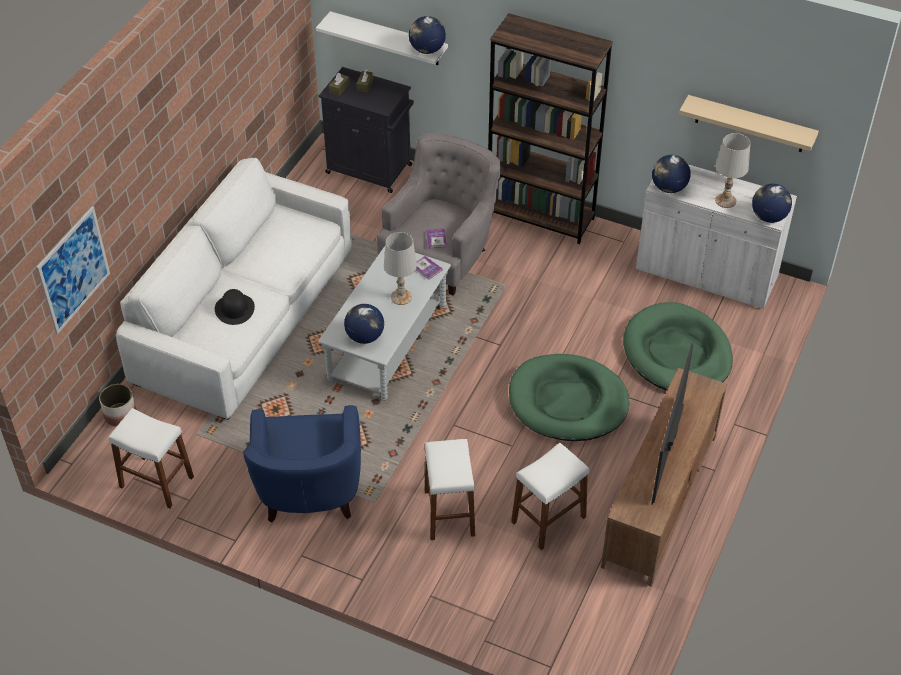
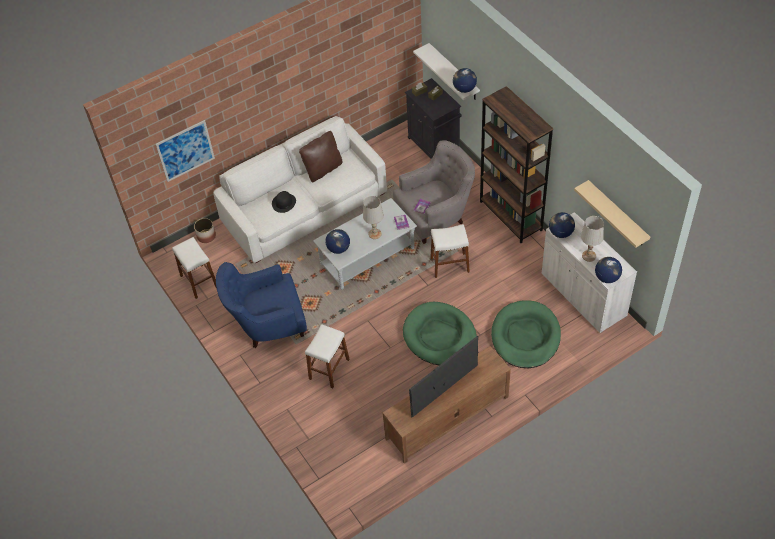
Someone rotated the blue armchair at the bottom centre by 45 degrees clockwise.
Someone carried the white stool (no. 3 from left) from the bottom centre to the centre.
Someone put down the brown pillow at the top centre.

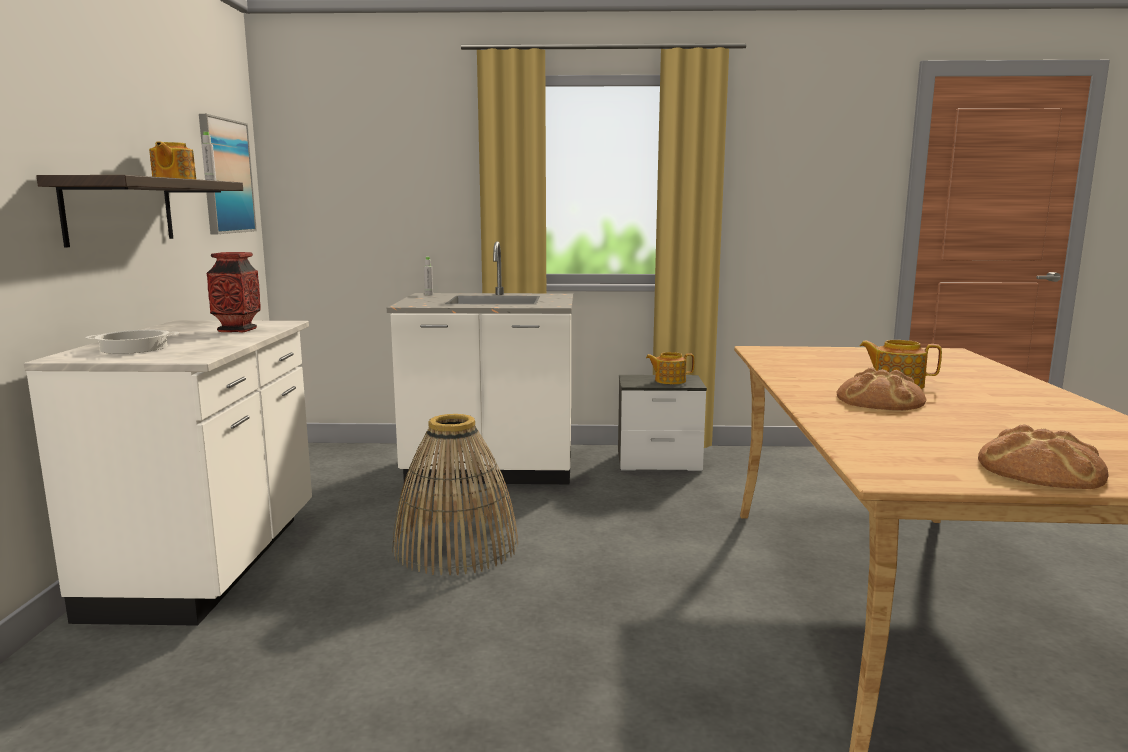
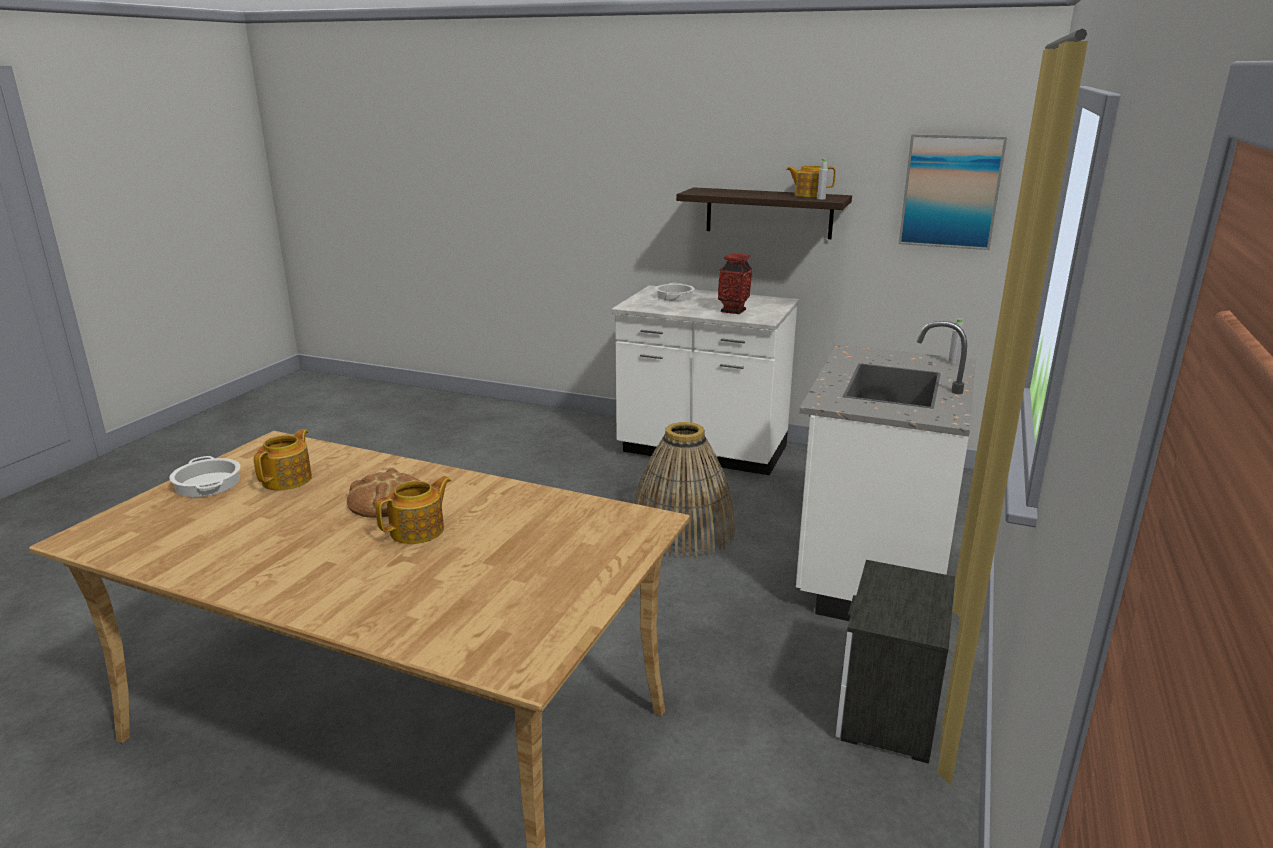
Someone carried the teapot (no. 2 from left in the first image) from the centre to the middle left.
Someone swapped the bread (no. 2 from left) at the middle right for the cooking pot (no. 1 from left) at the middle left.

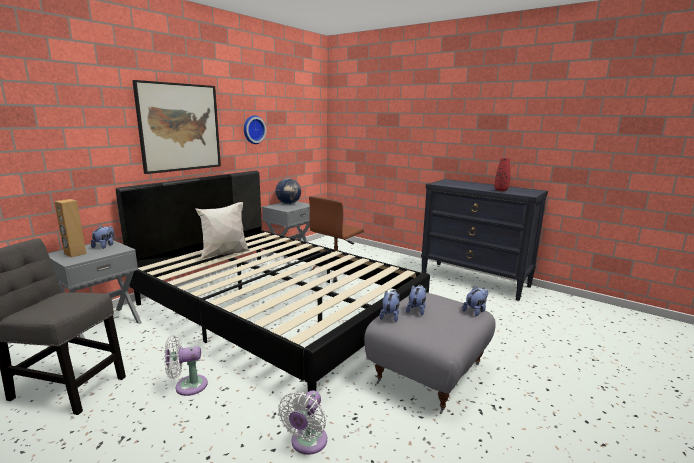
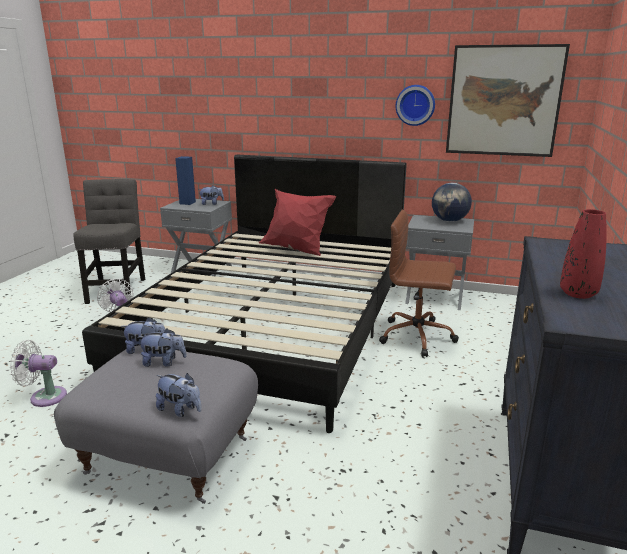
Someone repainted the brown speaker at the middle left, which became the blue speaker at the top left.
Someone carried the picture from the top left to the top right.
Someone repainted the white pillow at the middle left, which became the red pillow at the centre.

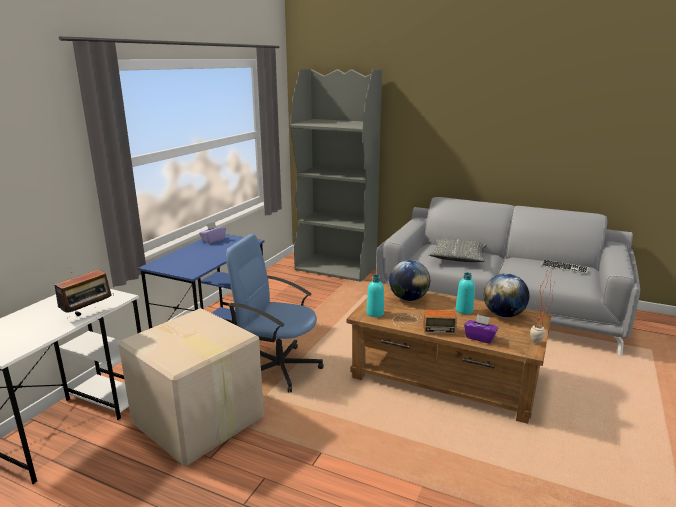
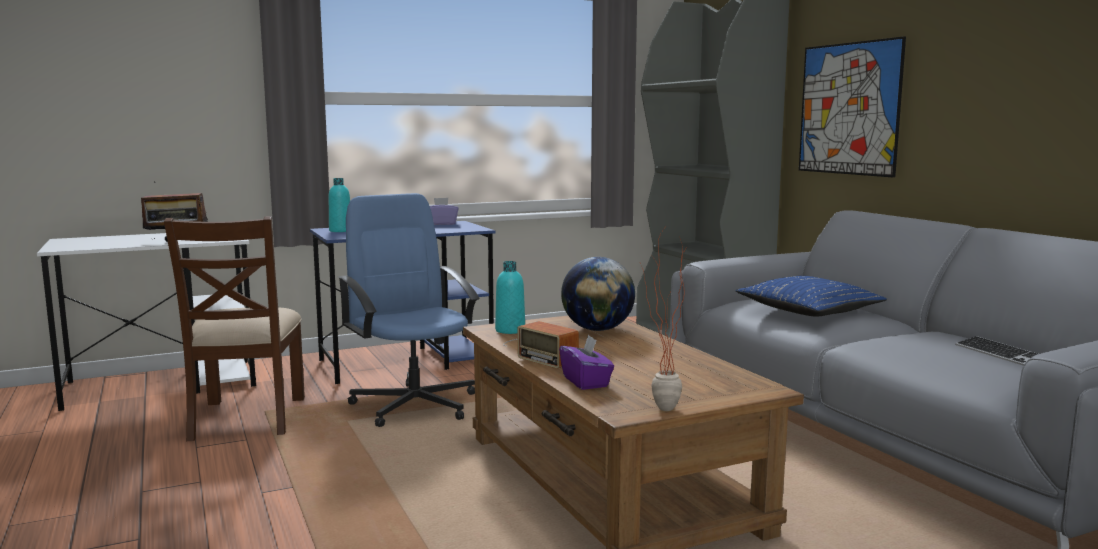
Someone swapped the cardboard box at the bottom left for the brown chair at the middle left.
Someone repainted the grey pillow at the middle right, which became the blue pillow at the middle right.
Someone carried the turquoise bottle (no. 2 from left in the first image) from the middle right to the middle left.
Someone took away the globe (no. 2 from left) at the middle right.
Someone put up the picture at the top right.

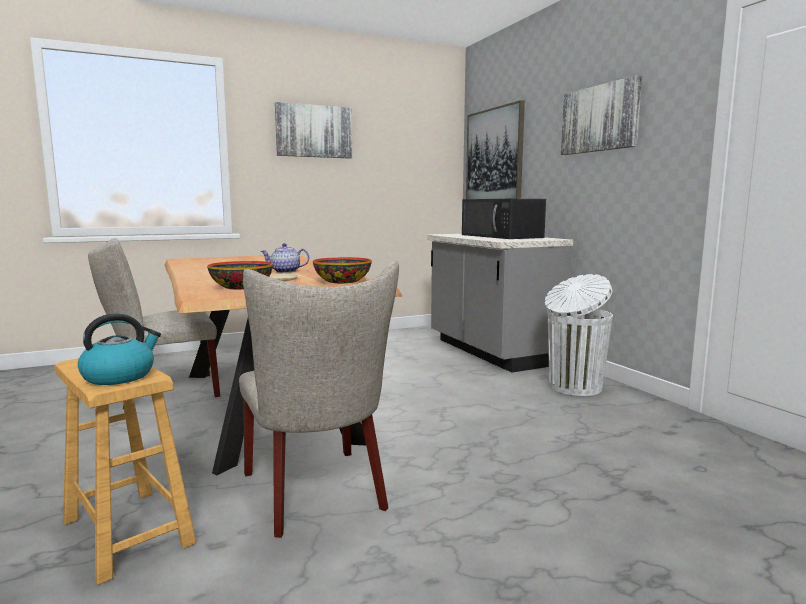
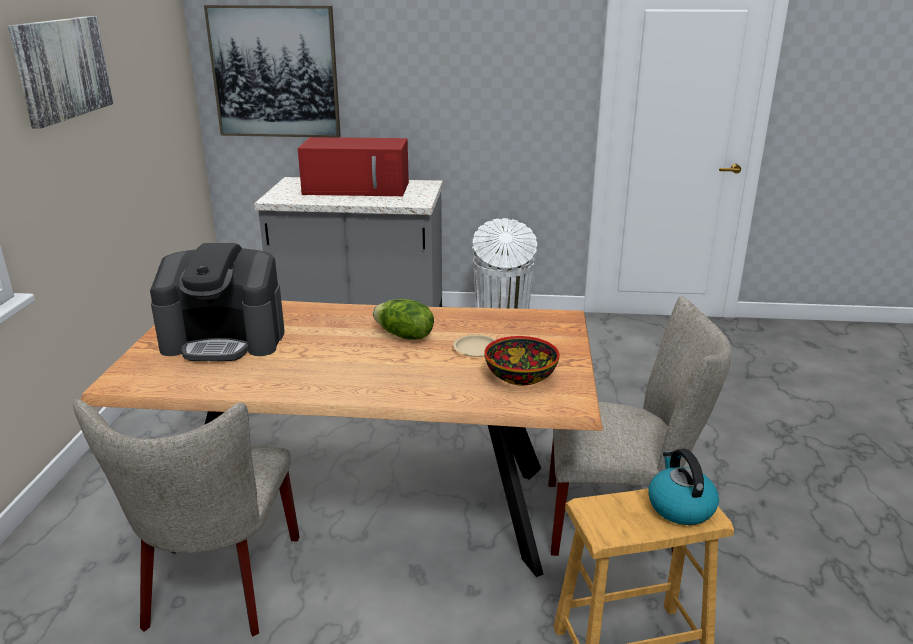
Someone swapped the teapot at the centre for the lettuce at the centre.
Someone took away the bowl (no. 2 from left) at the centre.
Someone repainted the black microwave at the centre, which became the red microwave at the top centre.
Someone took away the picture (no. 3 from left) at the top right.
Someone put down the coffee machine at the middle left.

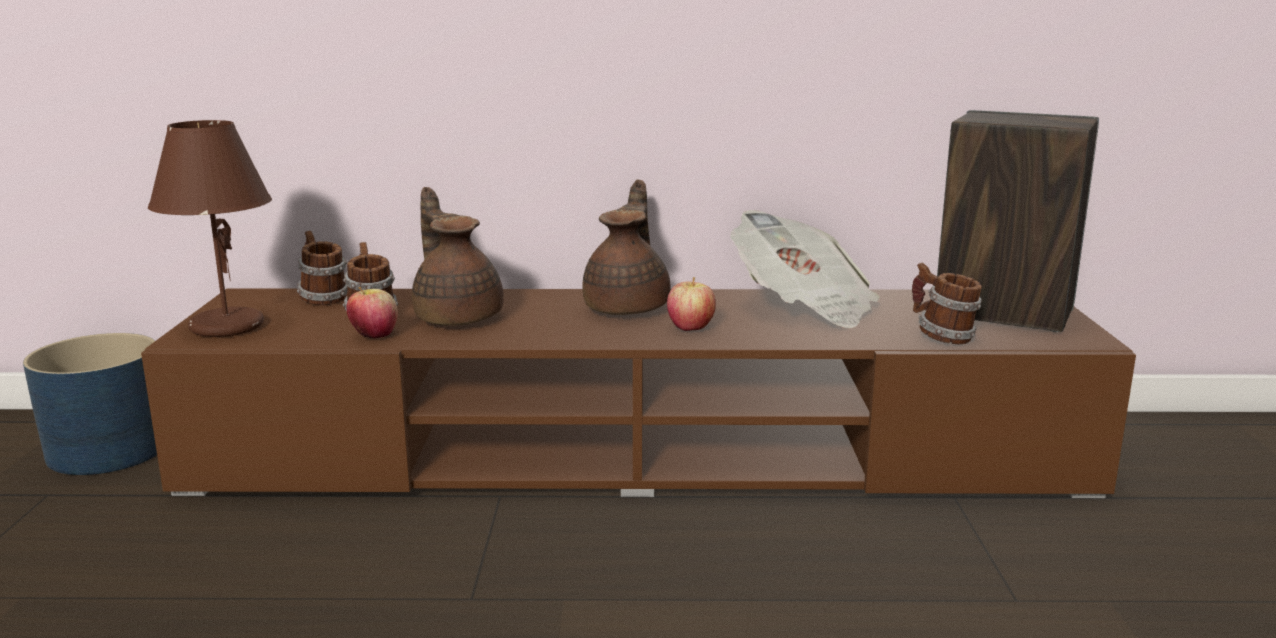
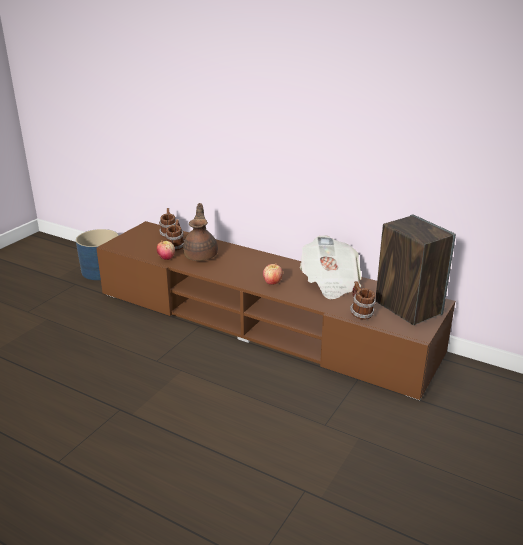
Someone took away the brown table lamp at the middle left.
Someone took away the brown teapot (no. 2 from left) at the centre.

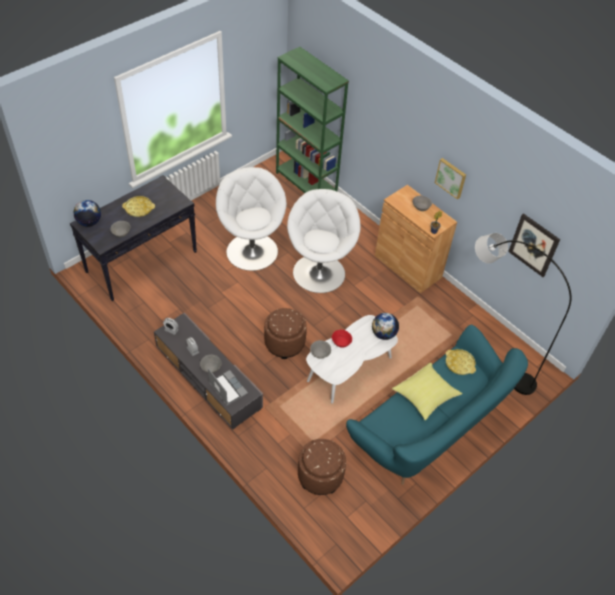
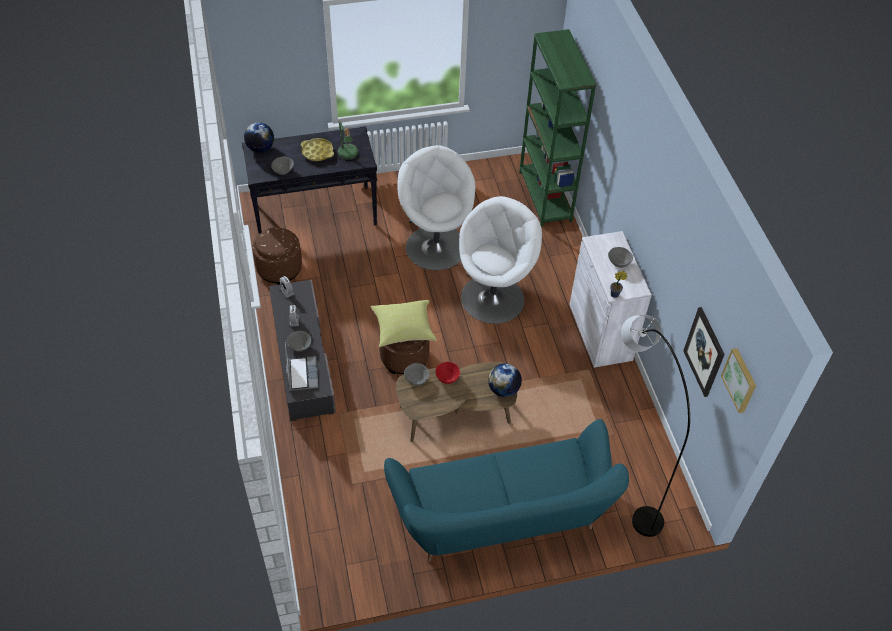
Someone rotated the white armchair (no. 1 from left) at the centre by 45 degrees counterclockwise.
Someone carried the brown ottoman (no. 2 from left in the first image) from the bottom centre to the middle left.
Someone repainted the white coffee table at the centre, which became the brown coffee table at the centre.
Someone repainted the brown cabinet at the middle right, which became the white cabinet at the middle right.
Someone carried the yellow pillow from the middle right to the centre.
Someone carried the picture (no. 1 from left in the first image) from the top right to the middle right.
Someone took away the yellow tray (no. 2 from left) at the middle right.
Someone put down the table lamp at the top centre.

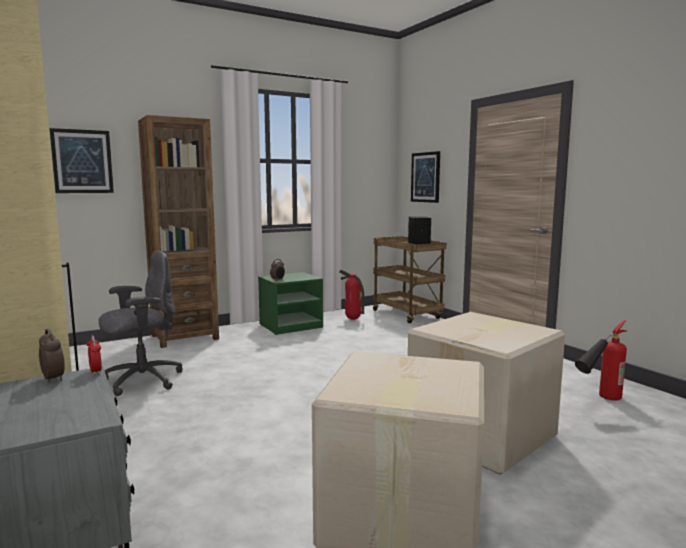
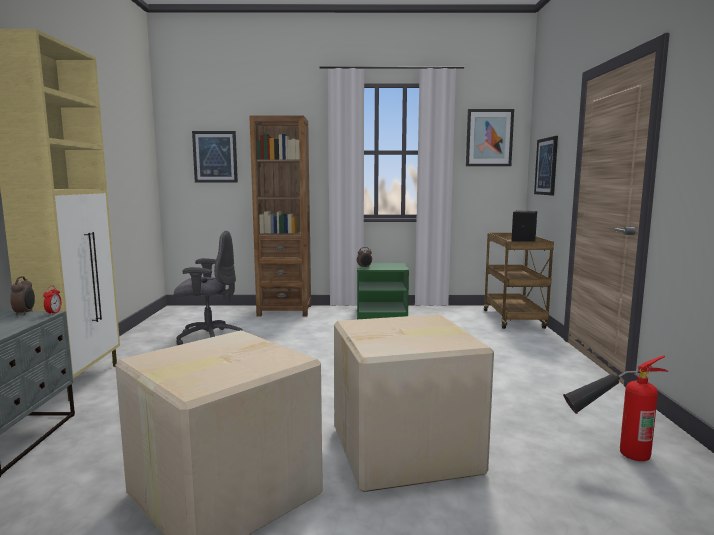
Someone took away the fire extinguisher (no. 1 from left) at the centre.
Someone put up the picture (no. 2 from left) at the top right.

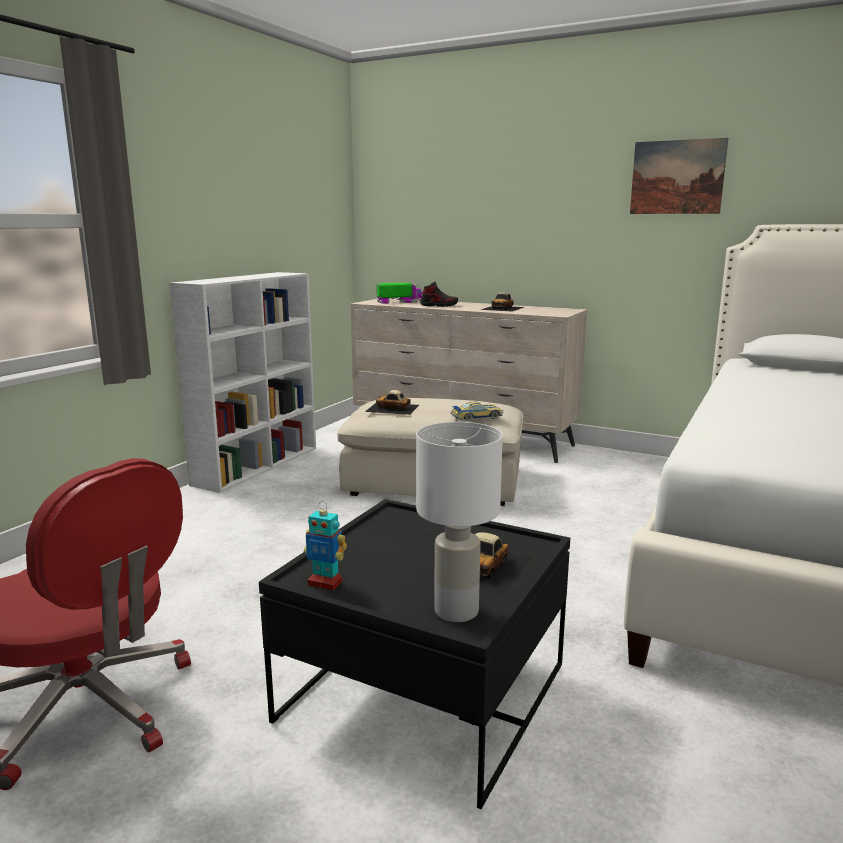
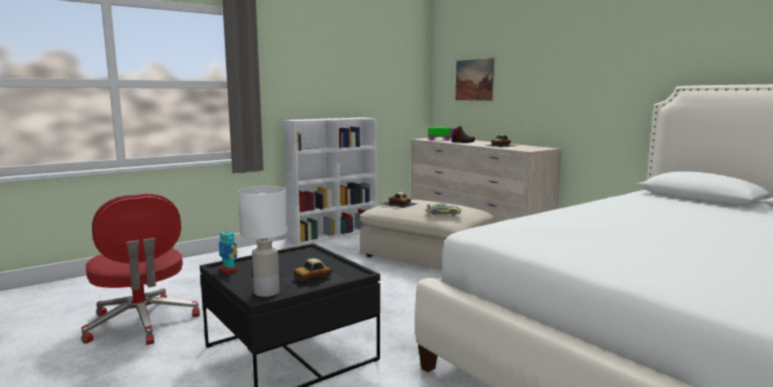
Someone carried the picture from the top right to the top centre.

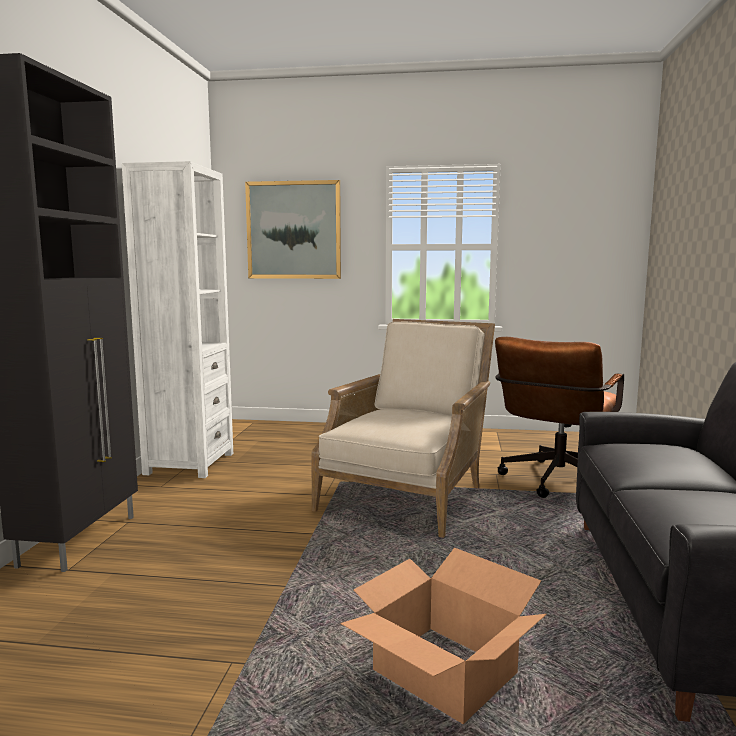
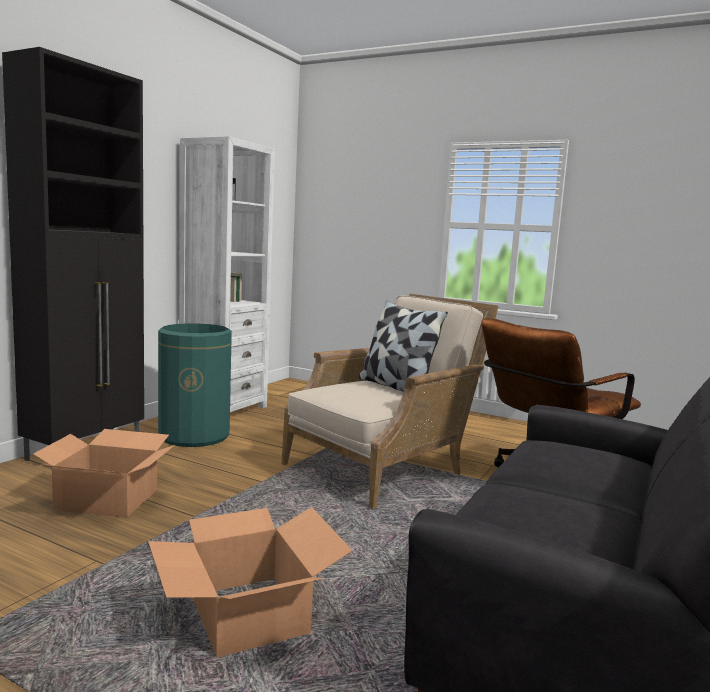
Someone took away the picture at the top centre.
Someone put down the cardboard box (no. 1 from left) at the bottom left.
Someone put down the green trash can at the middle left.
Someone put down the pillow at the centre.

